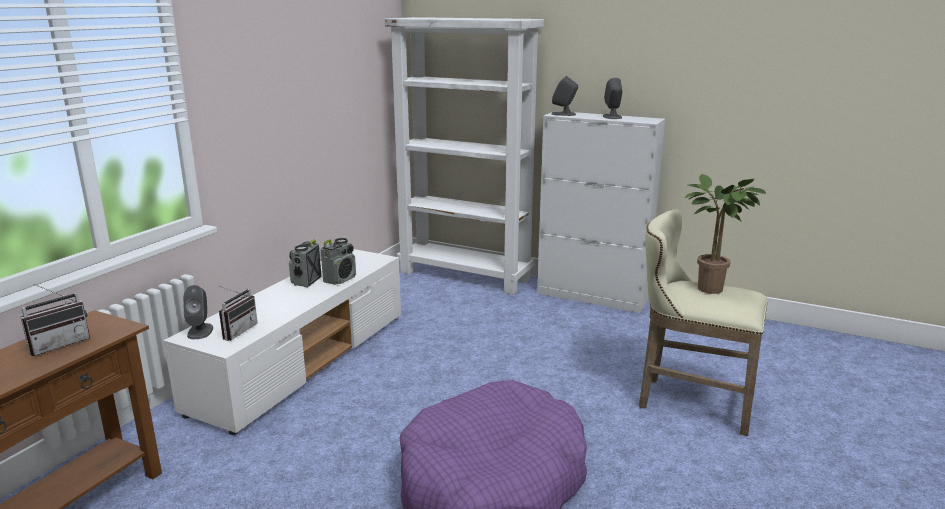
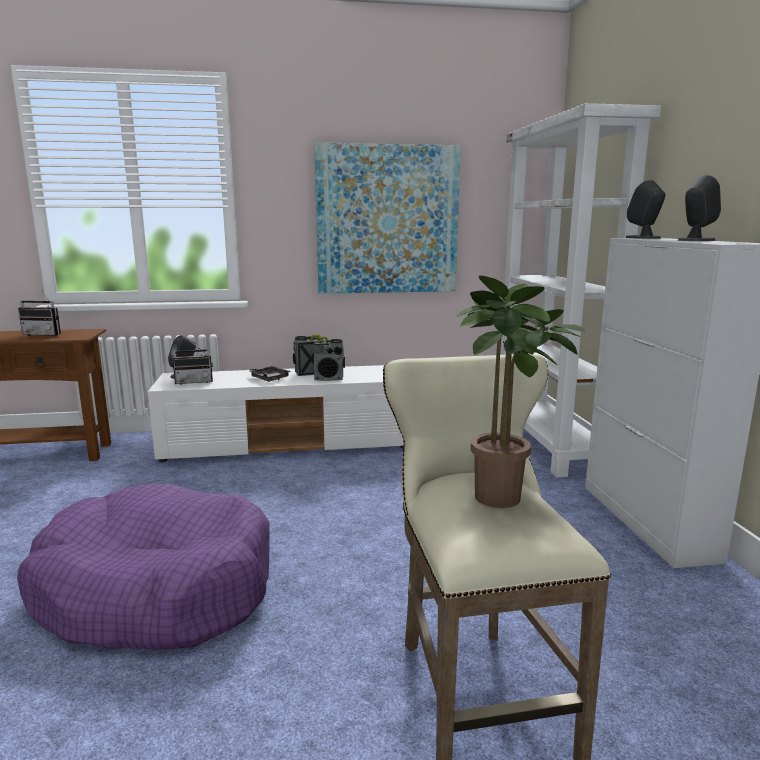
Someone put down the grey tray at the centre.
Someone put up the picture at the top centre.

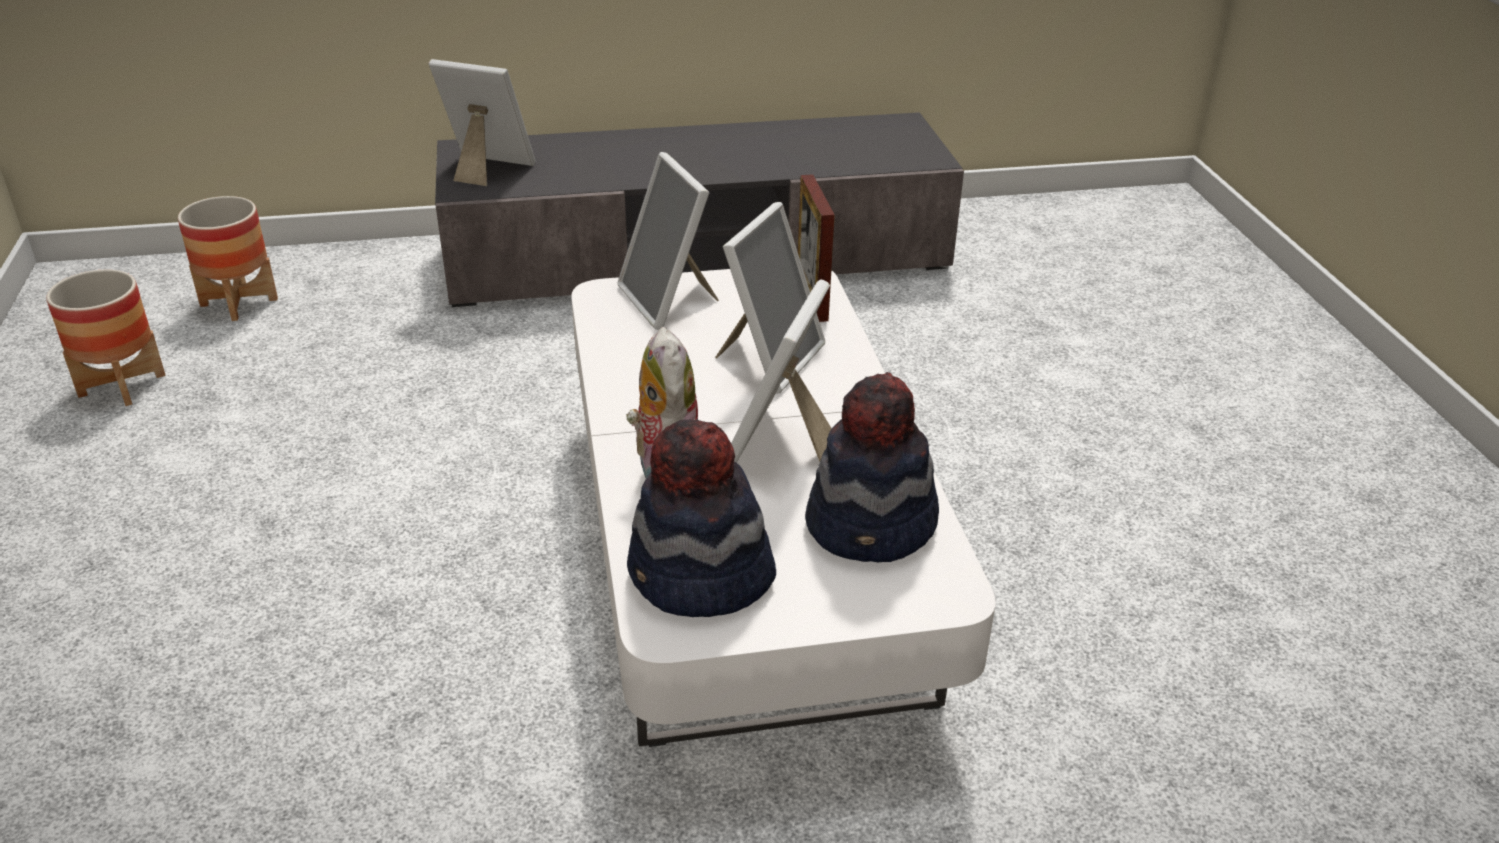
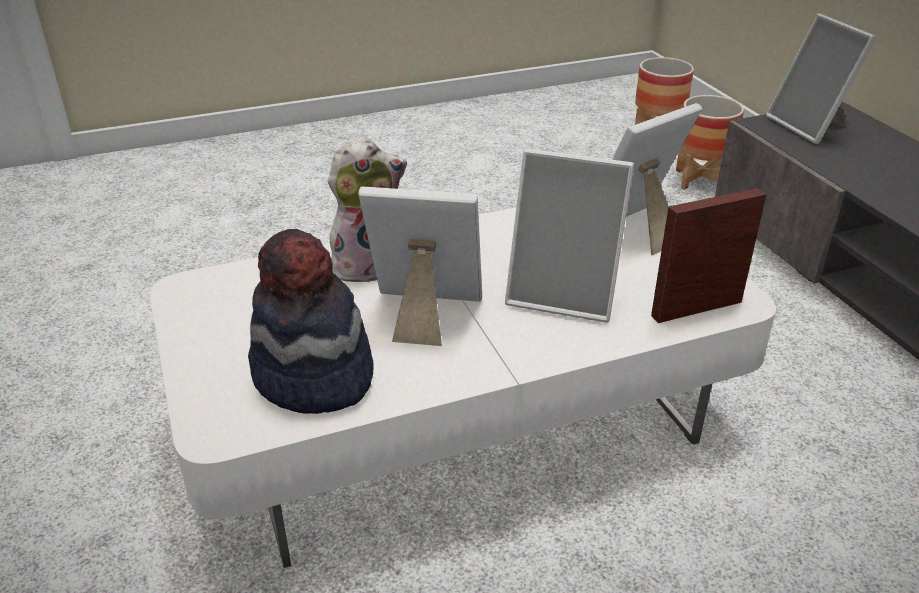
Someone carried the planter (no. 1 from left in the first image) from the middle left to the top right.
Someone rotated the picture frame (no. 1 from left in the first image) at the top left by 150 degrees clockwise.
Someone took away the hat (no. 1 from left) at the centre.

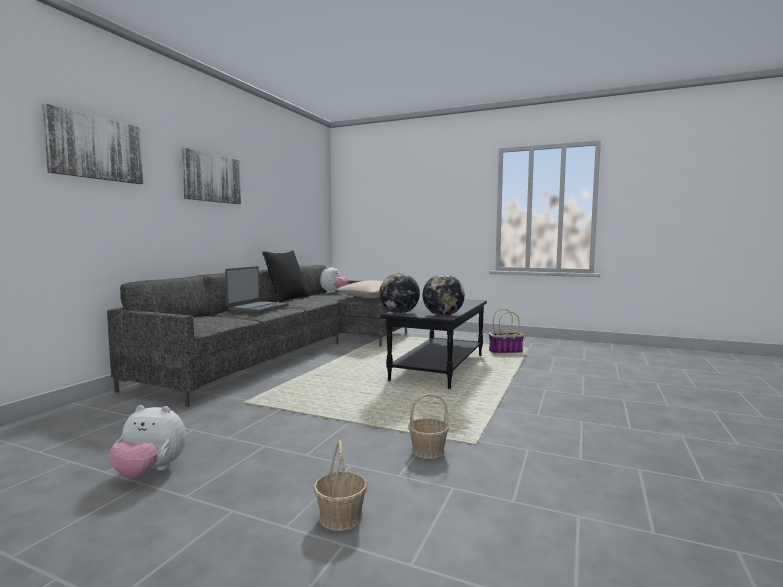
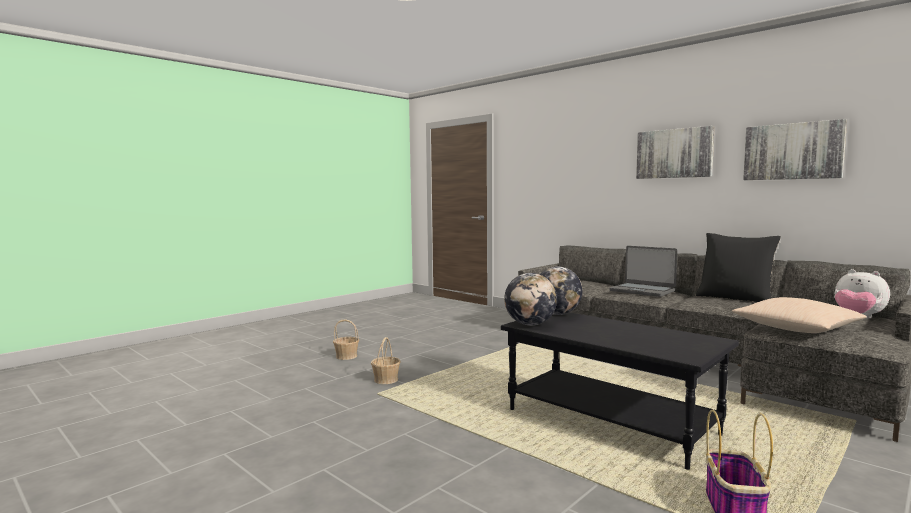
Someone carried the picture (no. 1 from left in the first image) from the top left to the top right.
Someone took away the plush toy (no. 1 from left) at the bottom left.

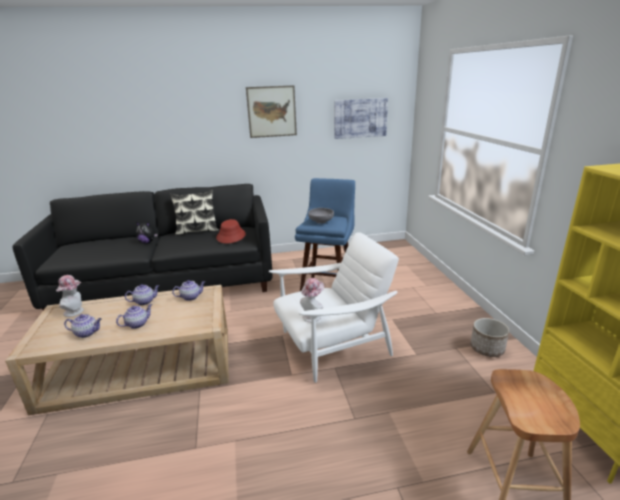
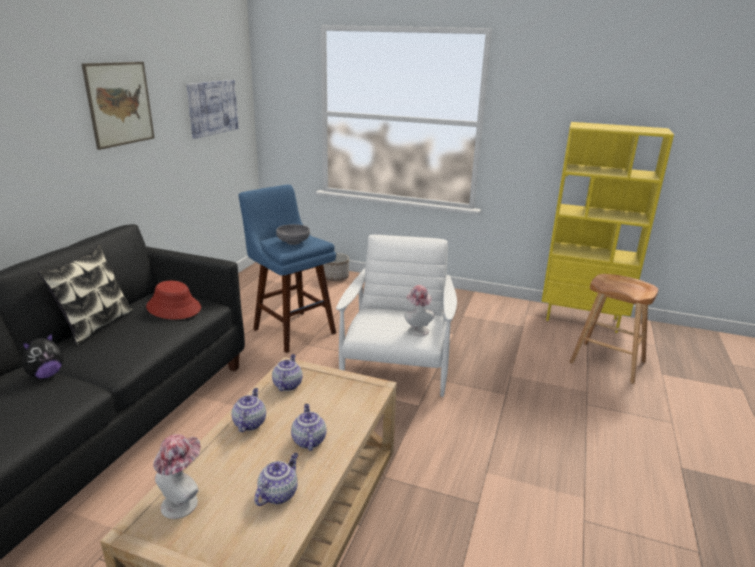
Someone carried the planter from the bottom right to the centre.

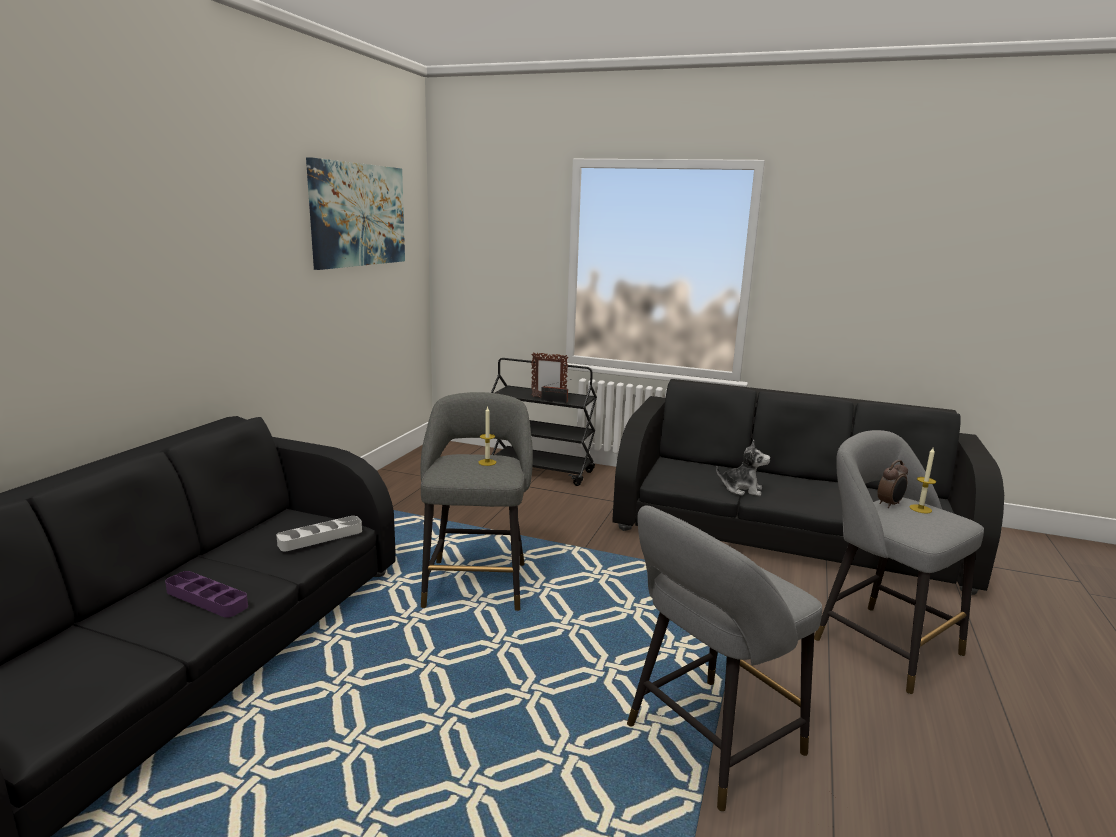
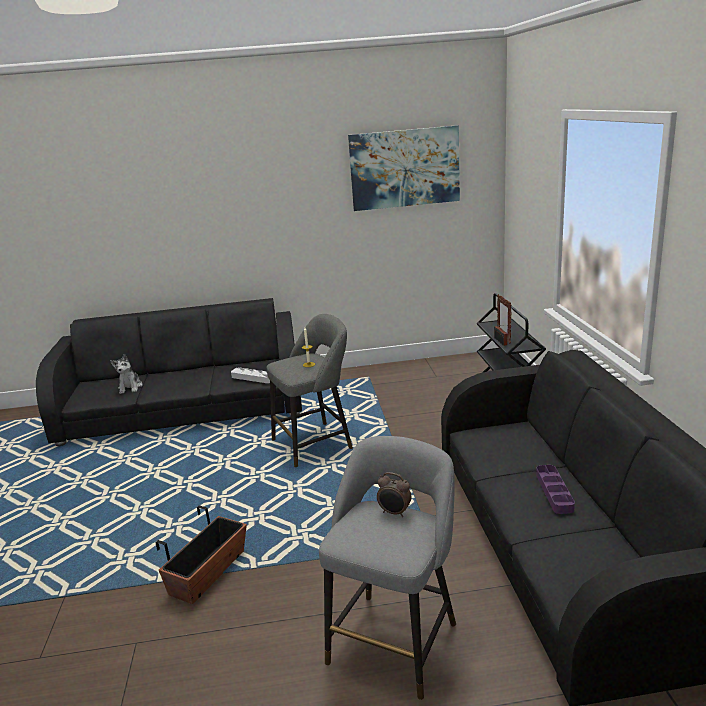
Someone carried the purple tray from the bottom left to the bottom right.
Someone swapped the grey stool (no. 2 from left) at the bottom centre for the planter at the bottom left.
Someone carried the plush toy from the centre to the middle left.
Someone took away the candle (no. 2 from left) at the middle right.

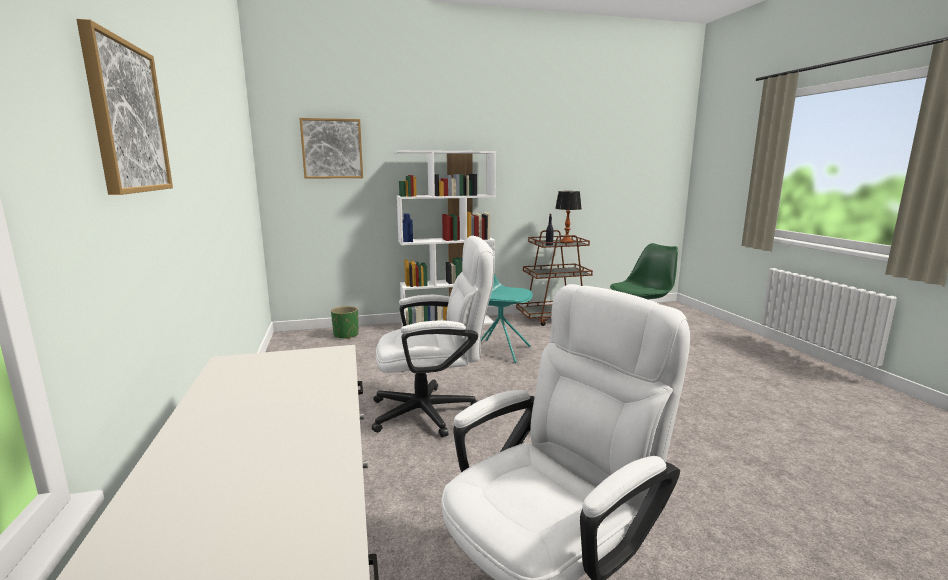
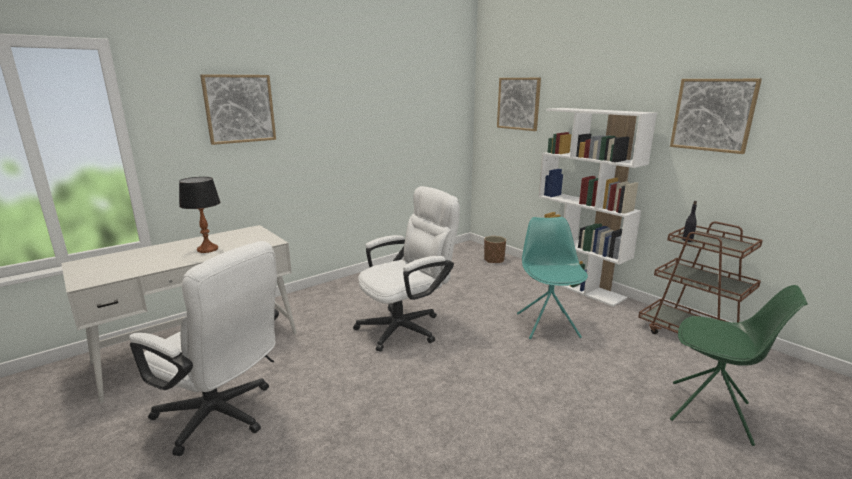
Someone repainted the green planter at the centre, which became the brown planter at the centre.
Someone rotated the white office chair (no. 1 from left in the first image) at the centre by 90 degrees counterclockwise.
Someone carried the table lamp from the centre to the middle left.
Someone put up the picture (no. 3 from left) at the top right.

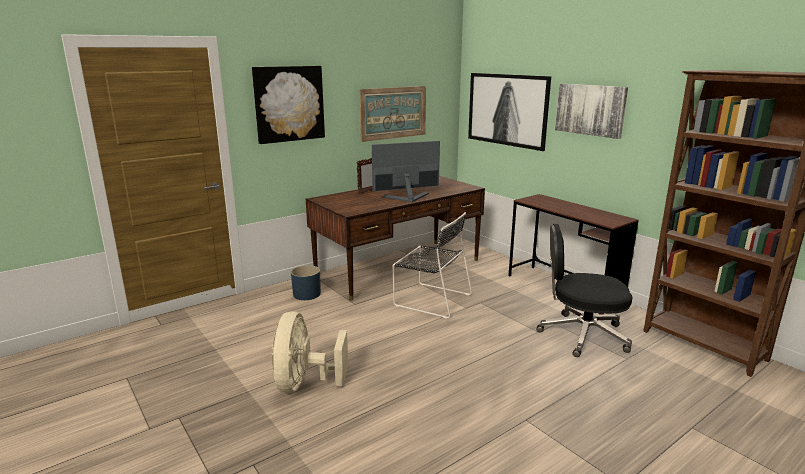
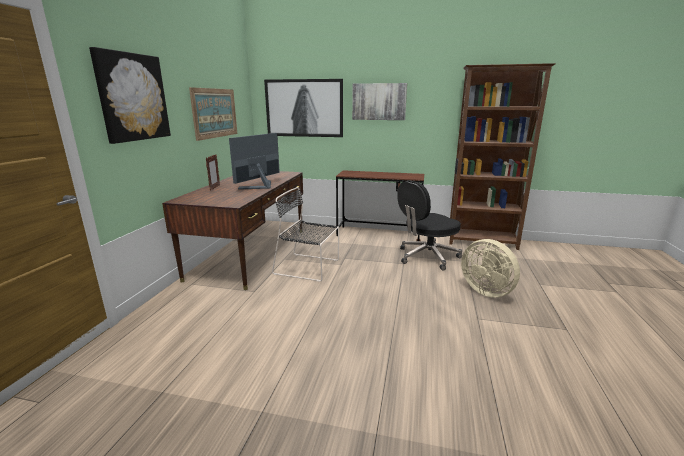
Someone carried the beige fan from the bottom centre to the middle right.
Someone took away the blue planter at the centre.
Someone rotated the black chair at the centre by 150 degrees counterclockwise.

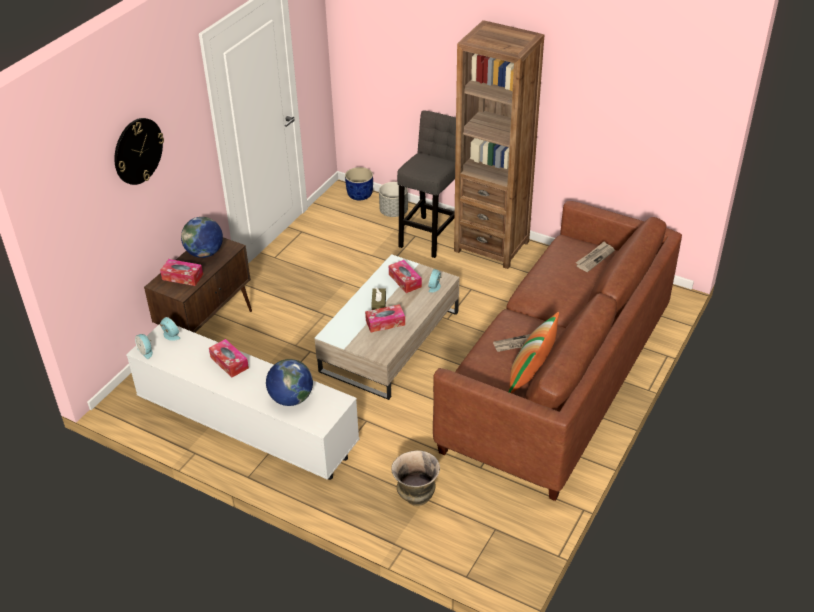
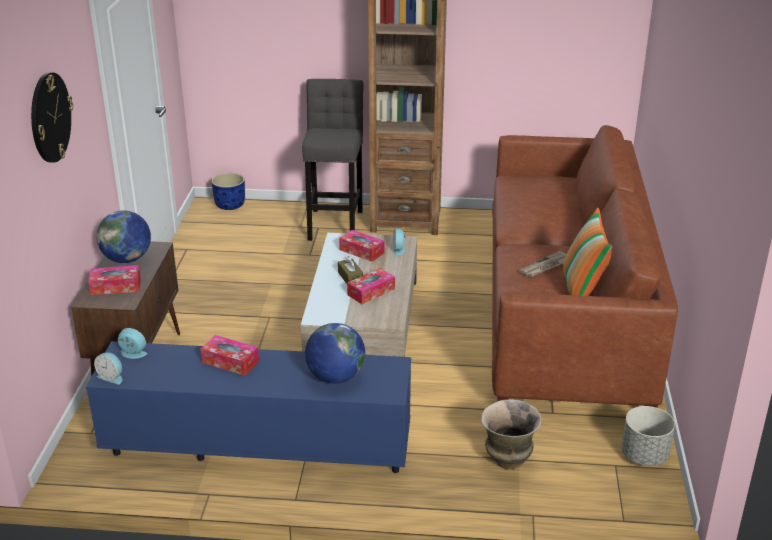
Someone repainted the white tv stand at the middle left, which became the blue tv stand at the bottom left.
Someone carried the grey planter from the top centre to the bottom right.
Someone took away the newspaper (no. 2 from left) at the middle right.

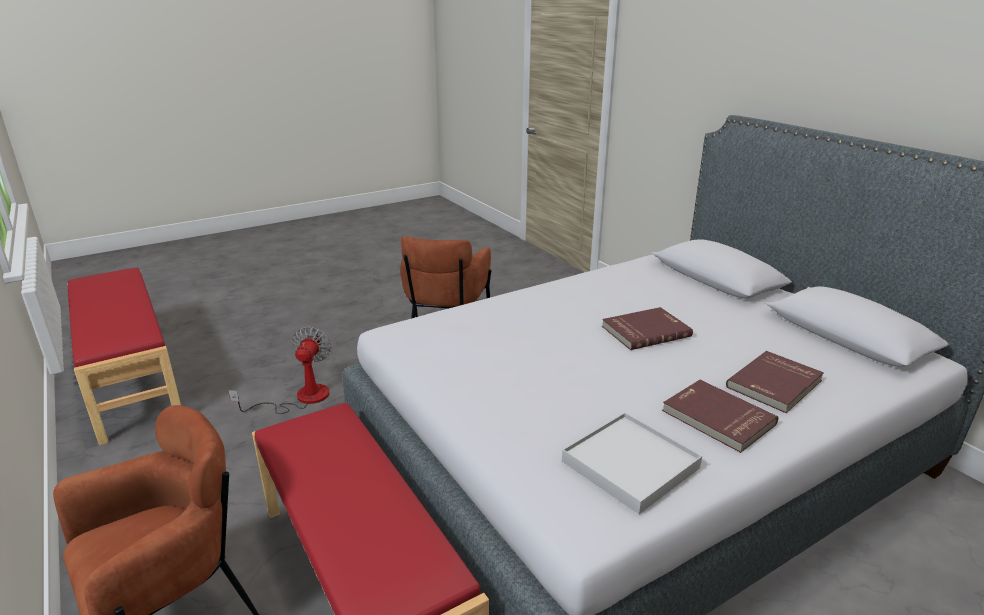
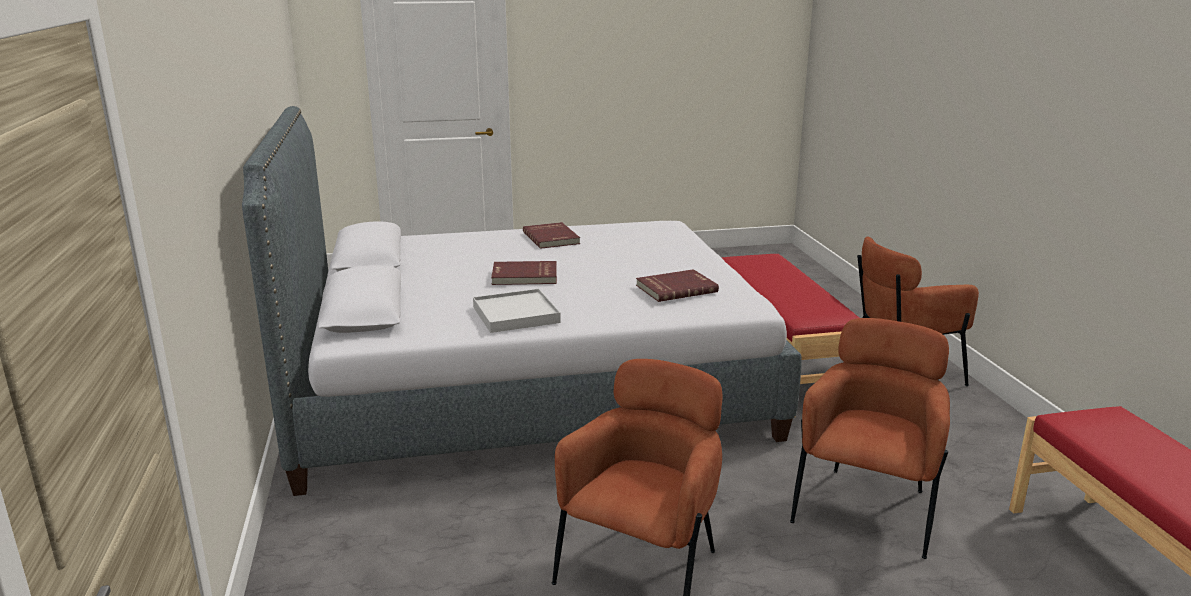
Someone swapped the fan at the middle left for the brown armchair (no. 2 from left) at the bottom right.
Someone carried the white tray from the bottom centre to the centre.
Someone carried the red book (no. 3 from left) from the middle right to the centre.

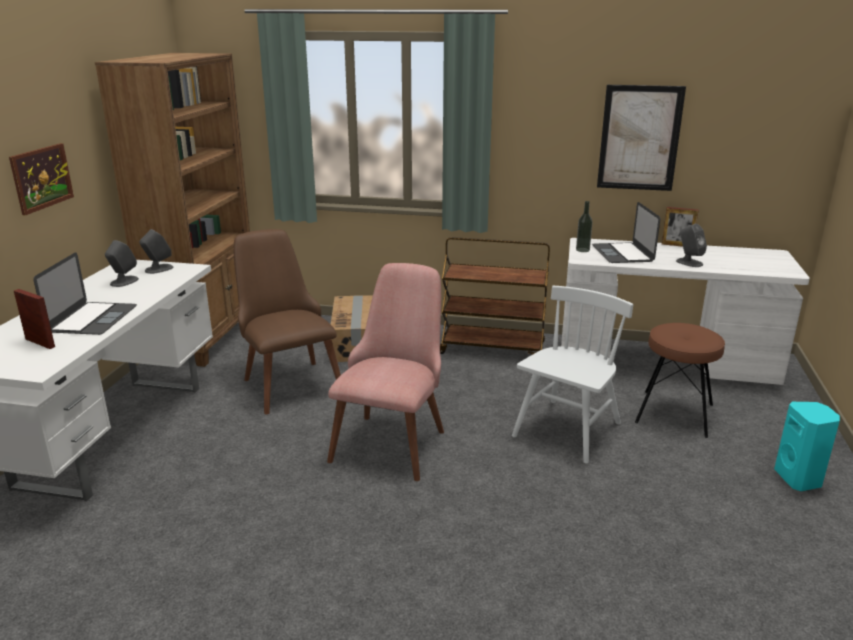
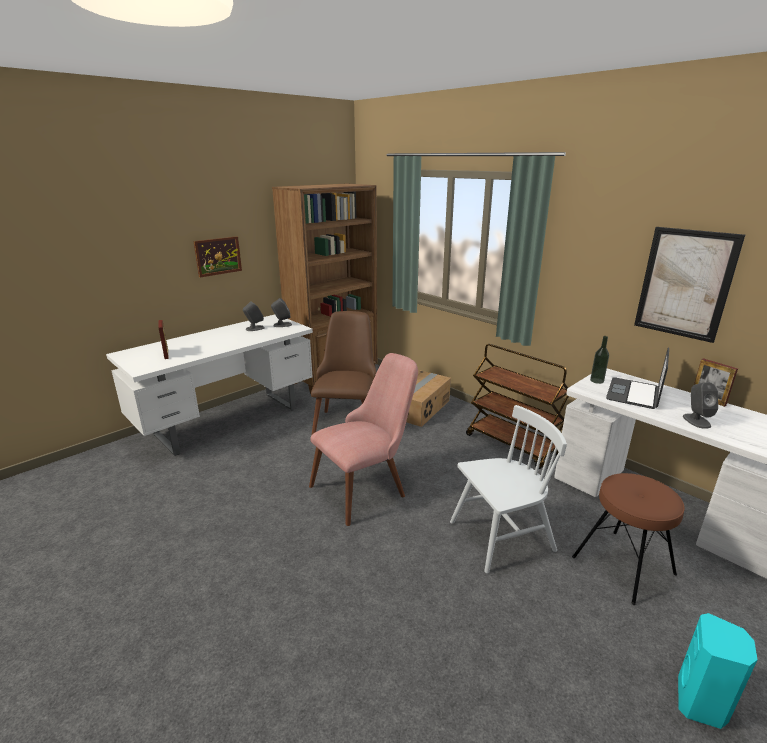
Someone took away the laptop (no. 1 from left) at the middle left.

